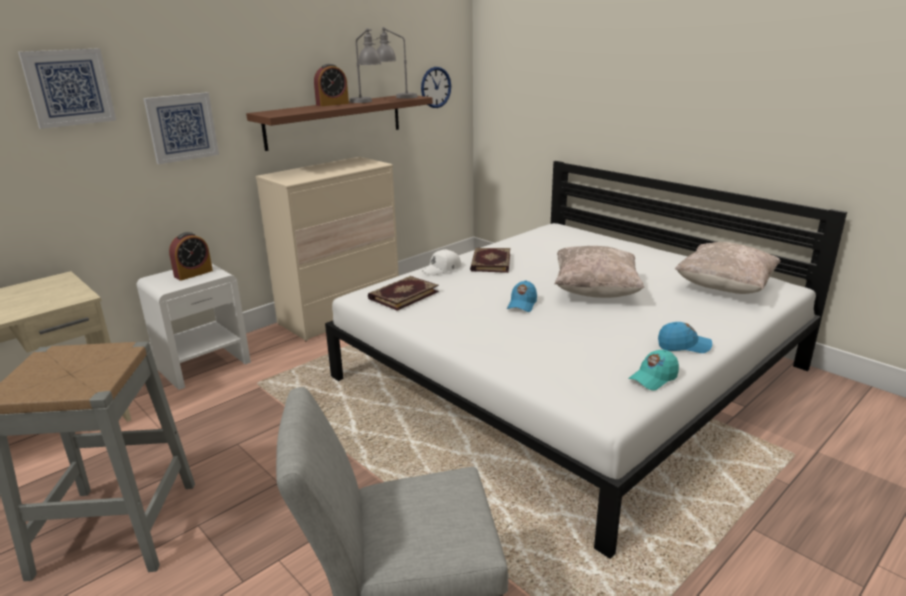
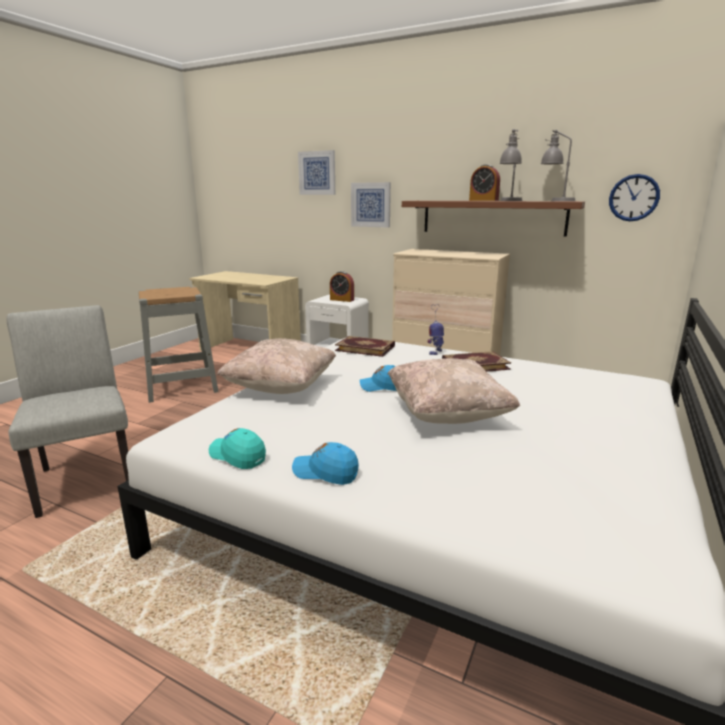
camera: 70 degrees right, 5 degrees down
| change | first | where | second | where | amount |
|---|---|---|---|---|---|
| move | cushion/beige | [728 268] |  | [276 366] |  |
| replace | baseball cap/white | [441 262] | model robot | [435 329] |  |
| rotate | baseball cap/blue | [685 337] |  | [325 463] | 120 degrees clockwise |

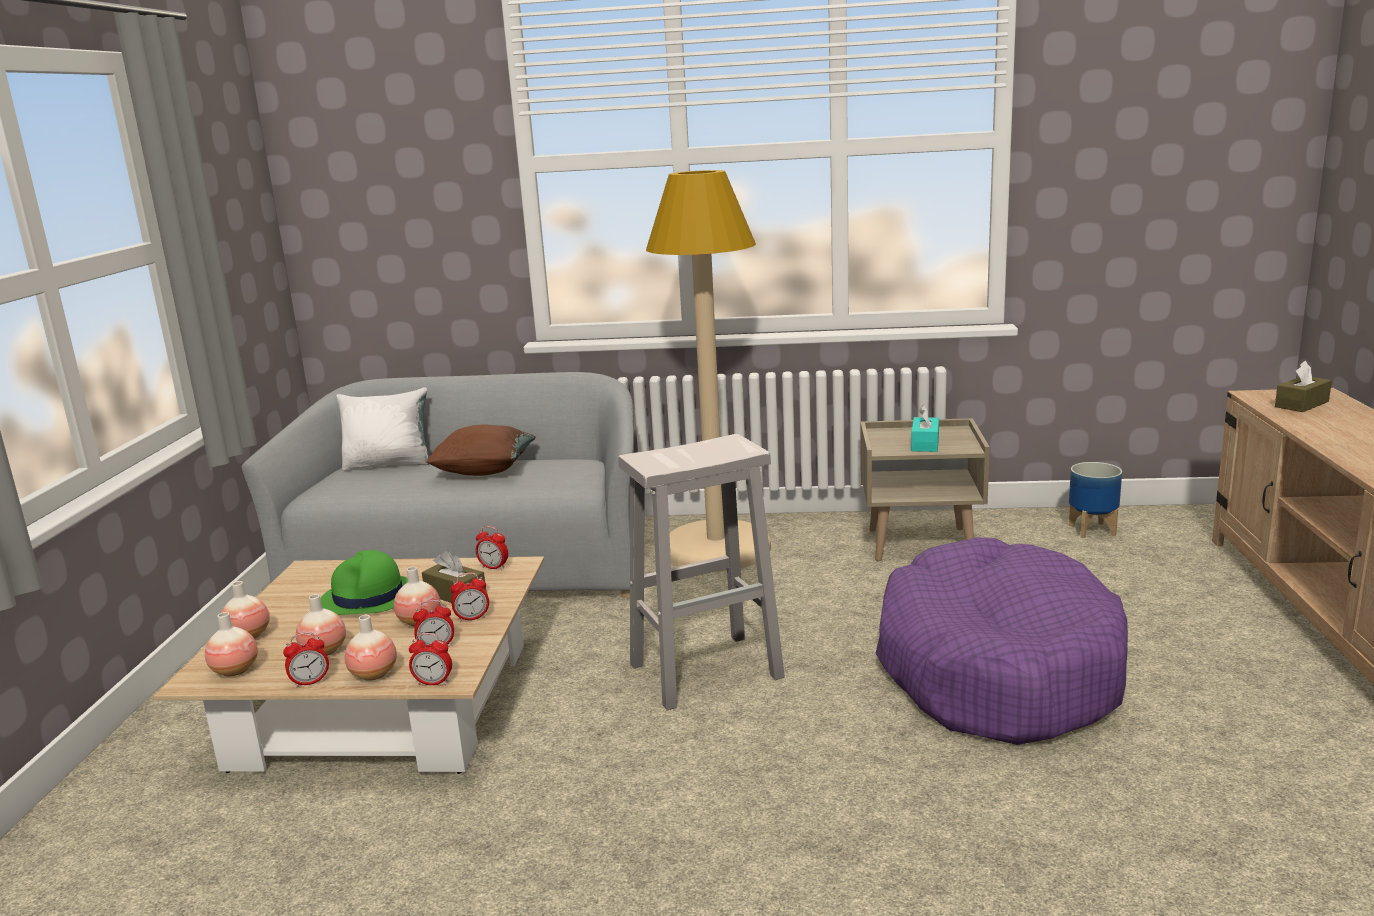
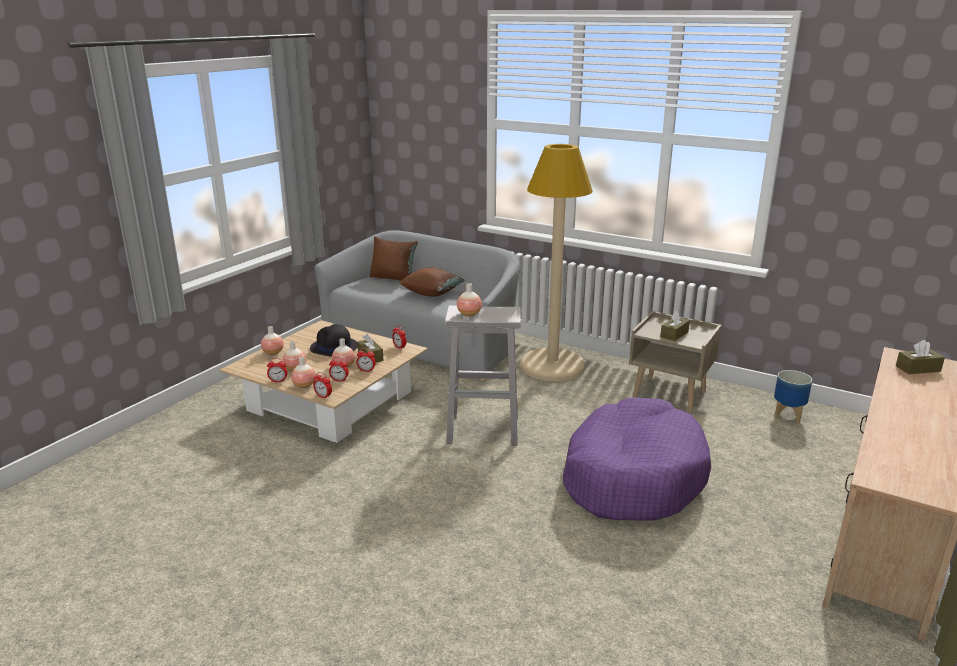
camera: 25 degrees right, 5 degrees up
| change | first | where | second | where | amount |
|---|---|---|---|---|---|
| move | vase | [231 644] |  | [469 299] |  |
| recolor | clothing hat/green | [364 582] | clothing hat/black | [334 340] |  |
| recolor | cushion/white | [382 428] | cushion/brown-coloured | [394 258] |  |
| recolor | box of tissues/blue-green | [925 428] | box of tissues/brown-coloured | [675 326] |  |

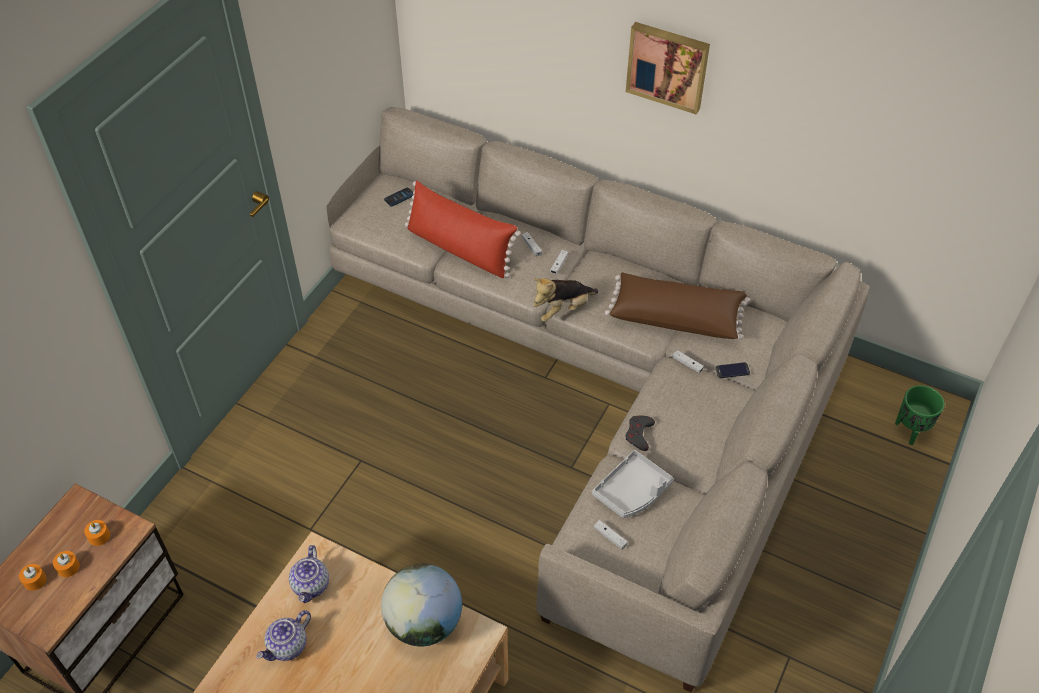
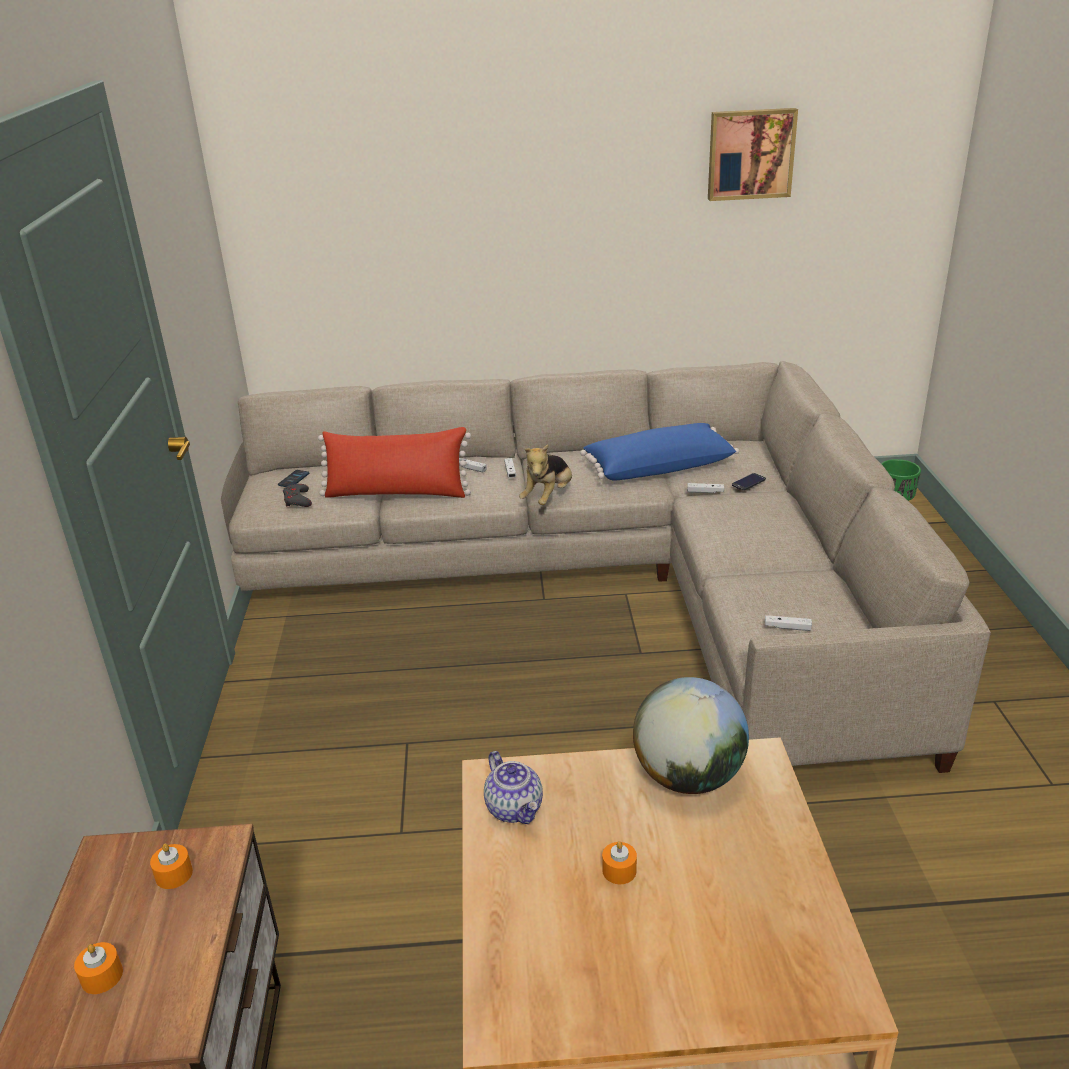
camera: 30 degrees left, 20 degrees down
| change | first | where | second | where | amount |
|---|---|---|---|---|---|
| delete | pot for tea | [283 635] |  |  |  |
| delete | tray/greyish | [633 484] |  |  |  |
| move | wax candle/orange-coloured | [66 564] |  | [619 862] |  |
| move | wall picture | [668 68] |  | [753 154] |  |
| move | joypad/greyish | [640 433] |  | [297 495] |  |
| recolor | cushion/brown-coloured | [678 306] | cushion/blue | [659 452] |  |

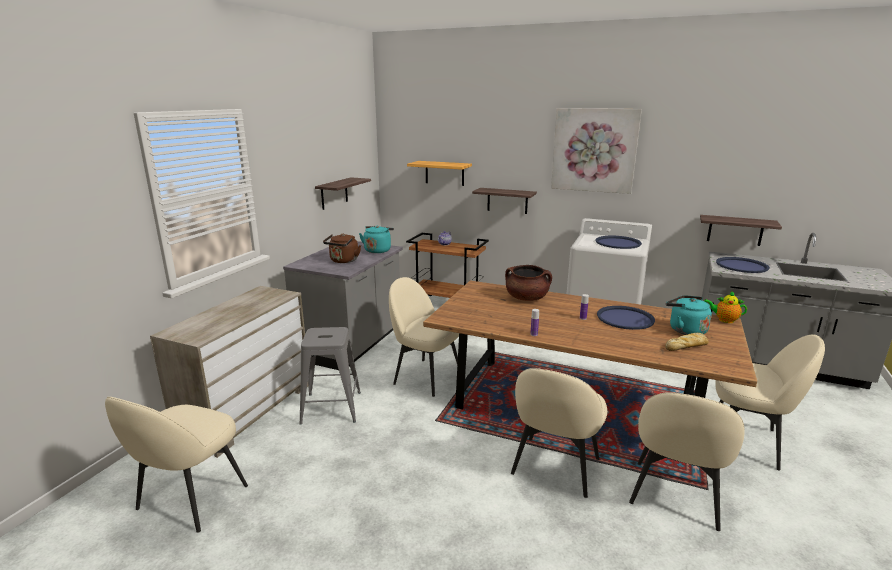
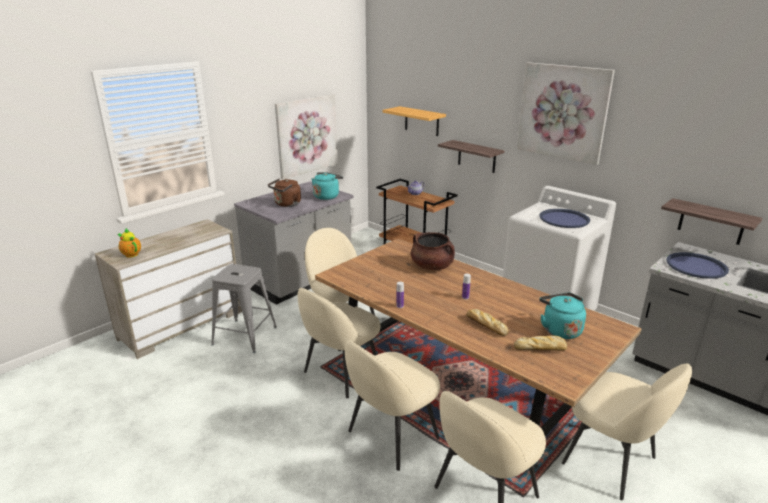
camera: 20 degrees right, 5 degrees up
| change | first | where | second | where | amount |
|---|---|---|---|---|---|
| delete | tray/blue | [626 318] |  |  |  |
| insert |  |  | bread | [487 322] |  |
| move | plain chair/beige | [176 465] |  | [339 343] |  |
| move | pot for tea | [725 307] |  | [129 243] |  |
| replace | shelf | [343 193] | wall picture | [306 136] |  |

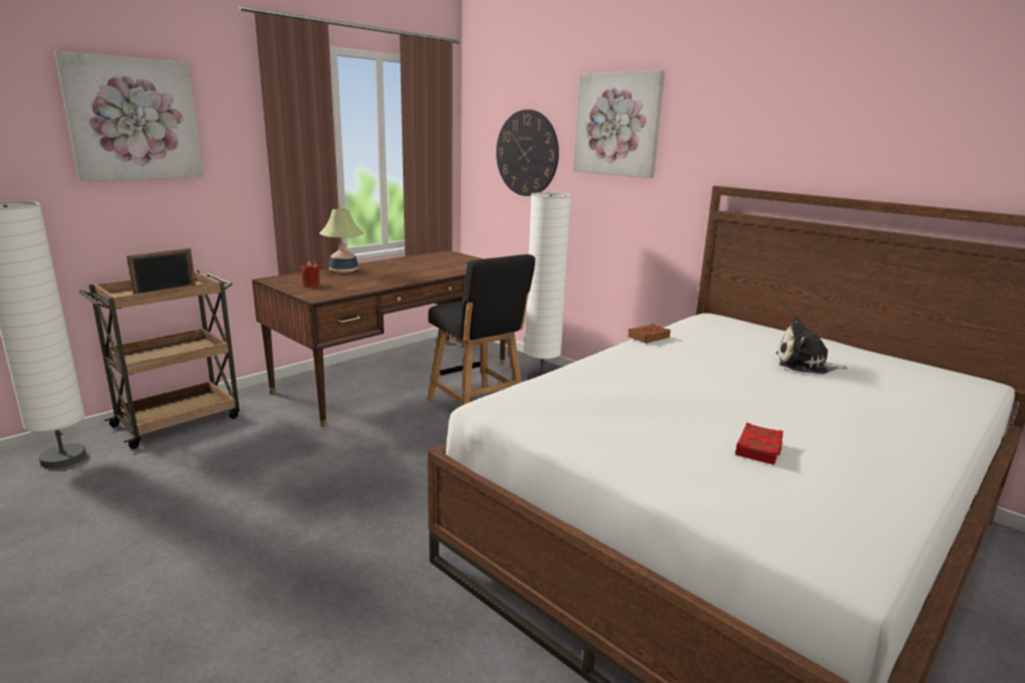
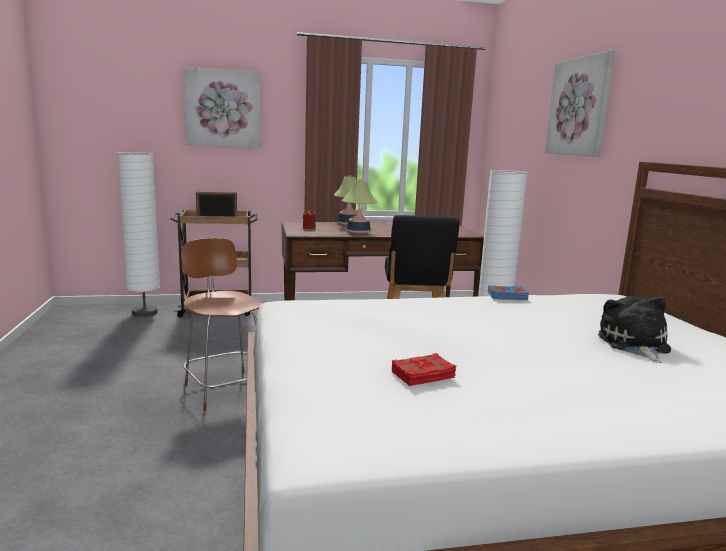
camera: 35 degrees right, 5 degrees down
| change | first | where | second | where | amount |
|---|---|---|---|---|---|
| delete | clock on the wall | [527 152] |  |  |  |
| insert |  |  | plain chair/brown-coloured | [222 324] |  |
| insert |  |  | table lamp | [359 206] |  |
| recolor | volume/brown-coloured | [649 333] | volume/blue | [508 292] |  |
| rotate | cuddly toy | [812 345] |  | [634 329] | 45 degrees clockwise |

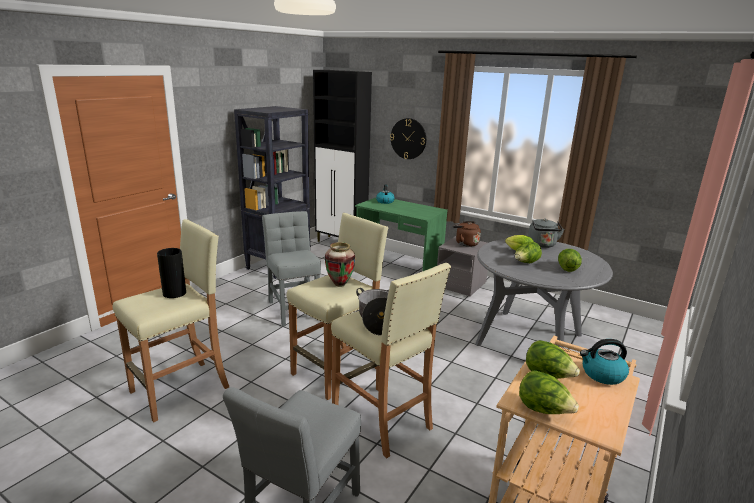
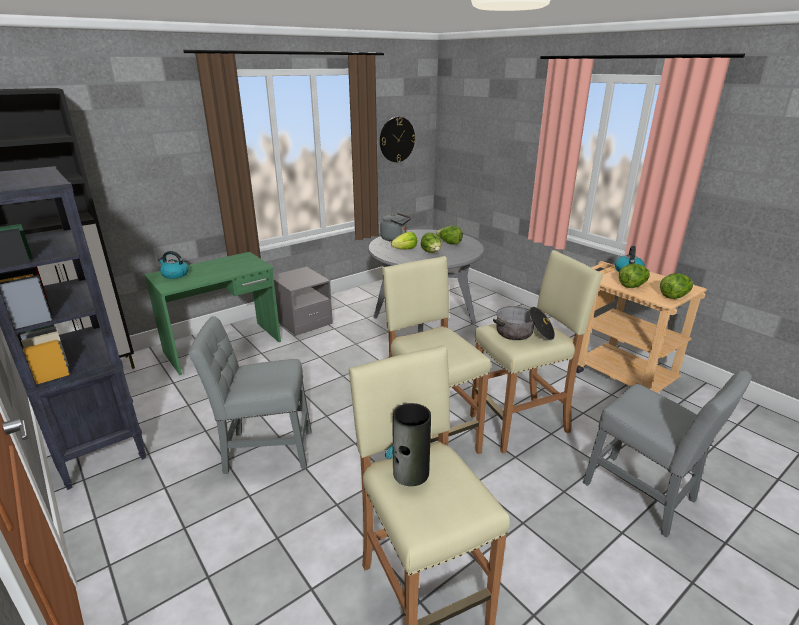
camera: 70 degrees left, 5 degrees up
| change | first | where | second | where | amount |
|---|---|---|---|---|---|
| delete | vase | [340 264] |  |  |  |
| delete | tea kettle/brown-coloured | [467 234] |  |  |  |
| move | clock on the wall | [408 138] |  | [398 139] |  |

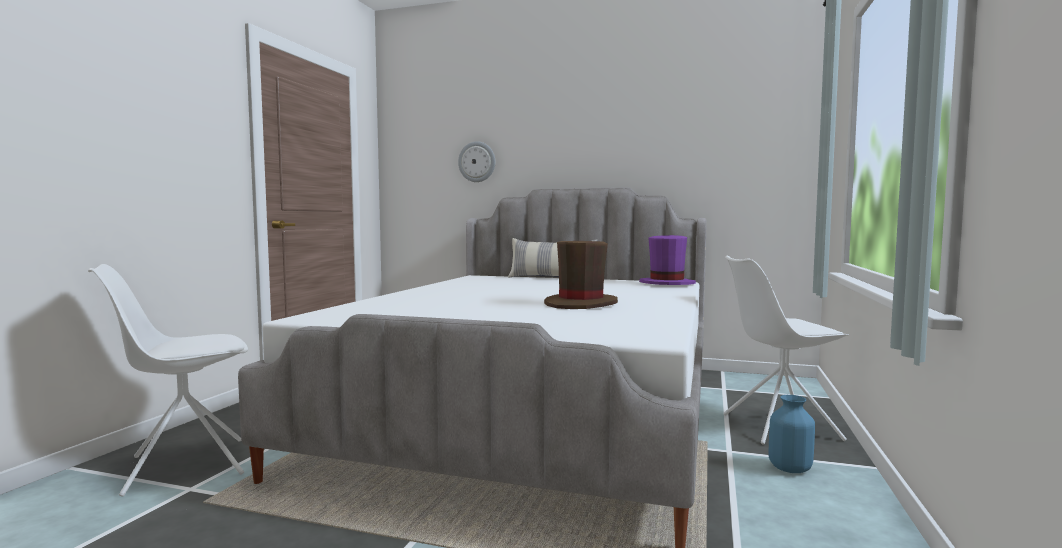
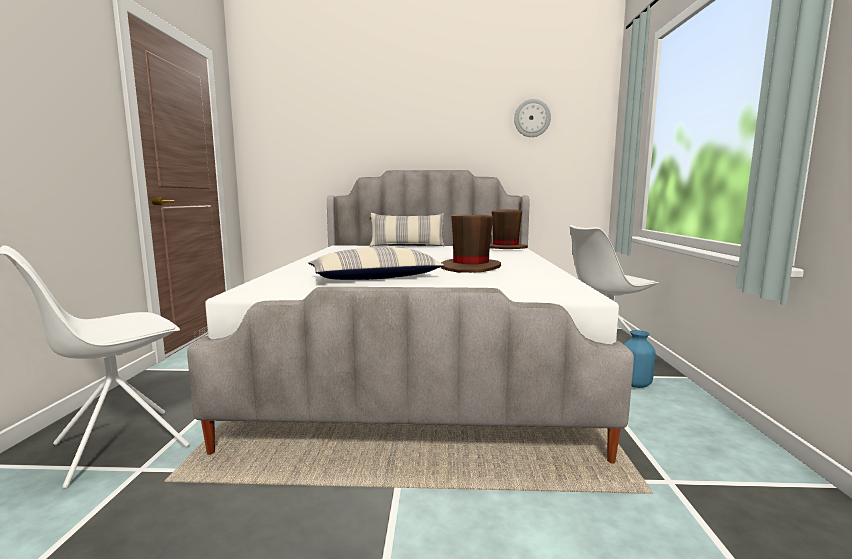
camera: 15 degrees left, 5 degrees up
| change | first | where | second | where | amount |
|---|---|---|---|---|---|
| insert |  |  | cushion | [376 263] |  |
| move | clock on the wall | [476 161] |  | [532 118] |  |
| recolor | clothing hat/purplish | [667 260] | clothing hat/brown-coloured | [509 229] |  |

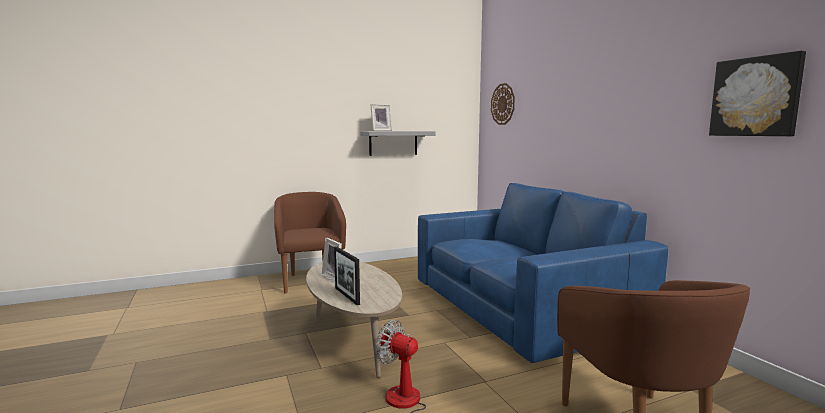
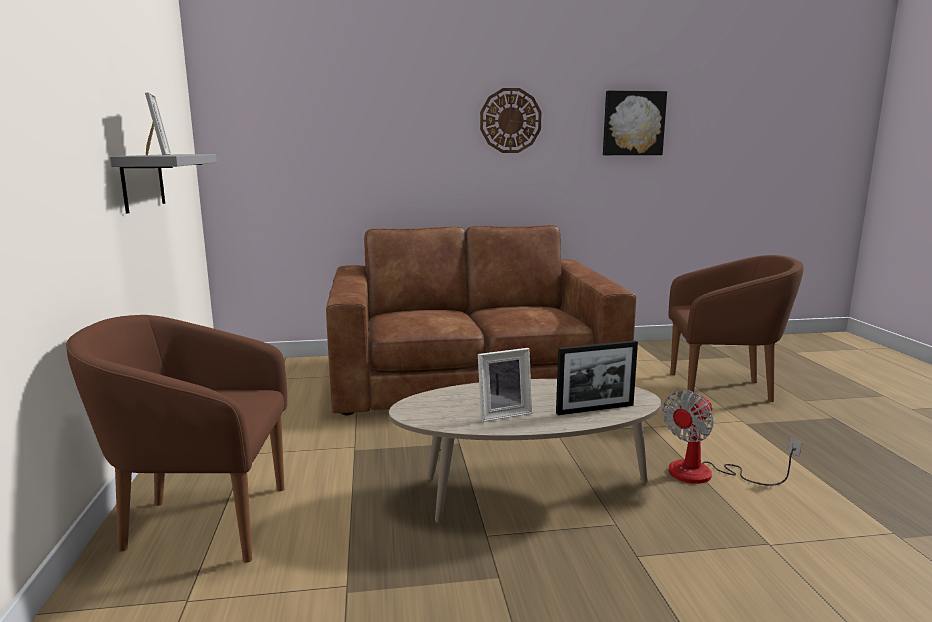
camera: 75 degrees left, 5 degrees up
| change | first | where | second | where | amount |
|---|---|---|---|---|---|
| move | clock on the wall | [503 104] |  | [511 120] |  |
| recolor | couch/blue | [543 273] | couch/brown-coloured | [481 320] |  |

